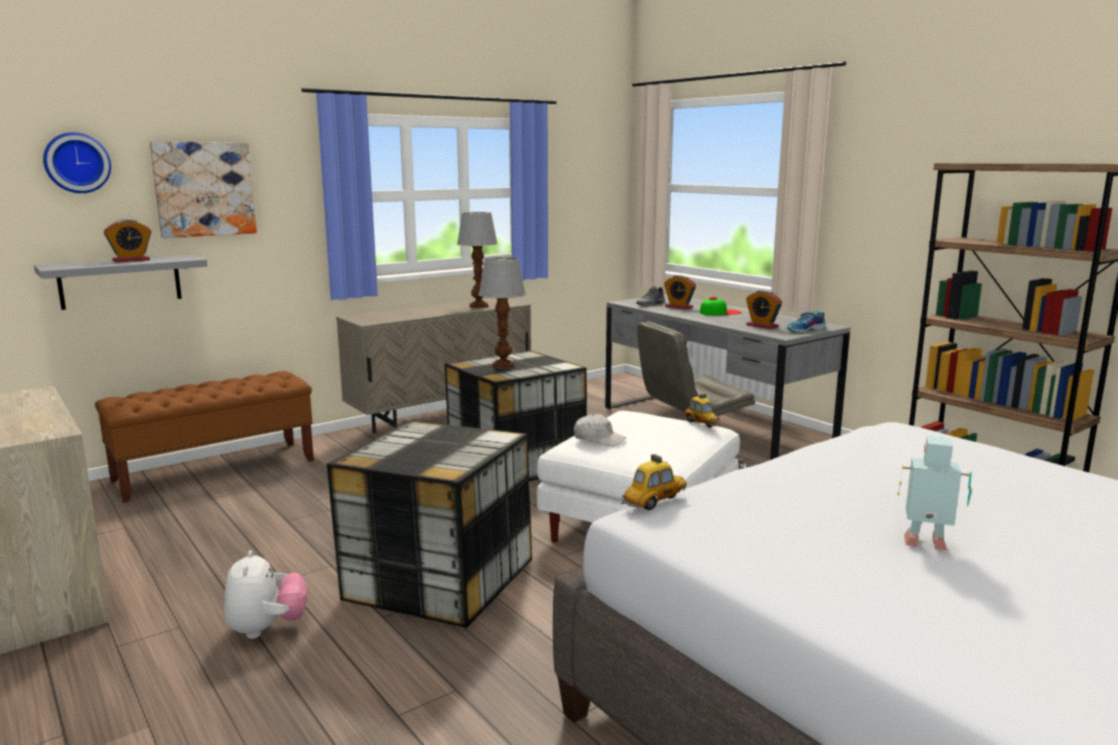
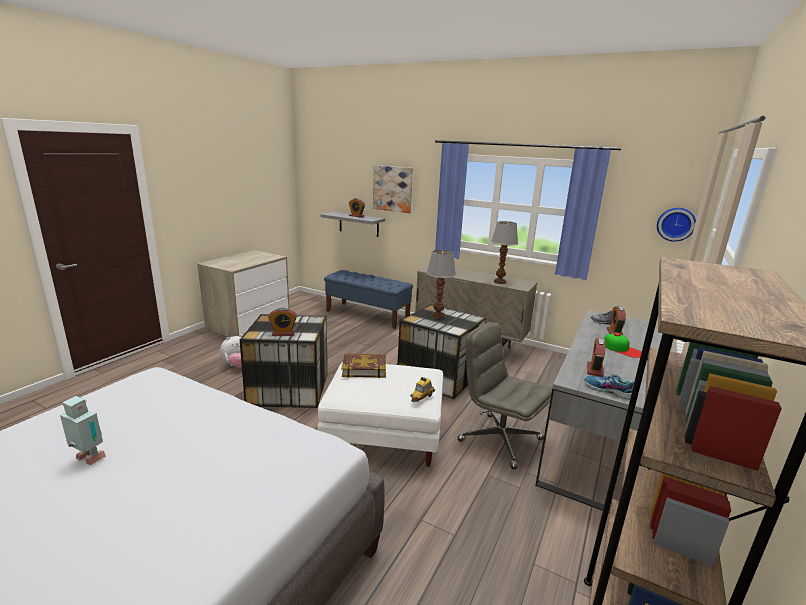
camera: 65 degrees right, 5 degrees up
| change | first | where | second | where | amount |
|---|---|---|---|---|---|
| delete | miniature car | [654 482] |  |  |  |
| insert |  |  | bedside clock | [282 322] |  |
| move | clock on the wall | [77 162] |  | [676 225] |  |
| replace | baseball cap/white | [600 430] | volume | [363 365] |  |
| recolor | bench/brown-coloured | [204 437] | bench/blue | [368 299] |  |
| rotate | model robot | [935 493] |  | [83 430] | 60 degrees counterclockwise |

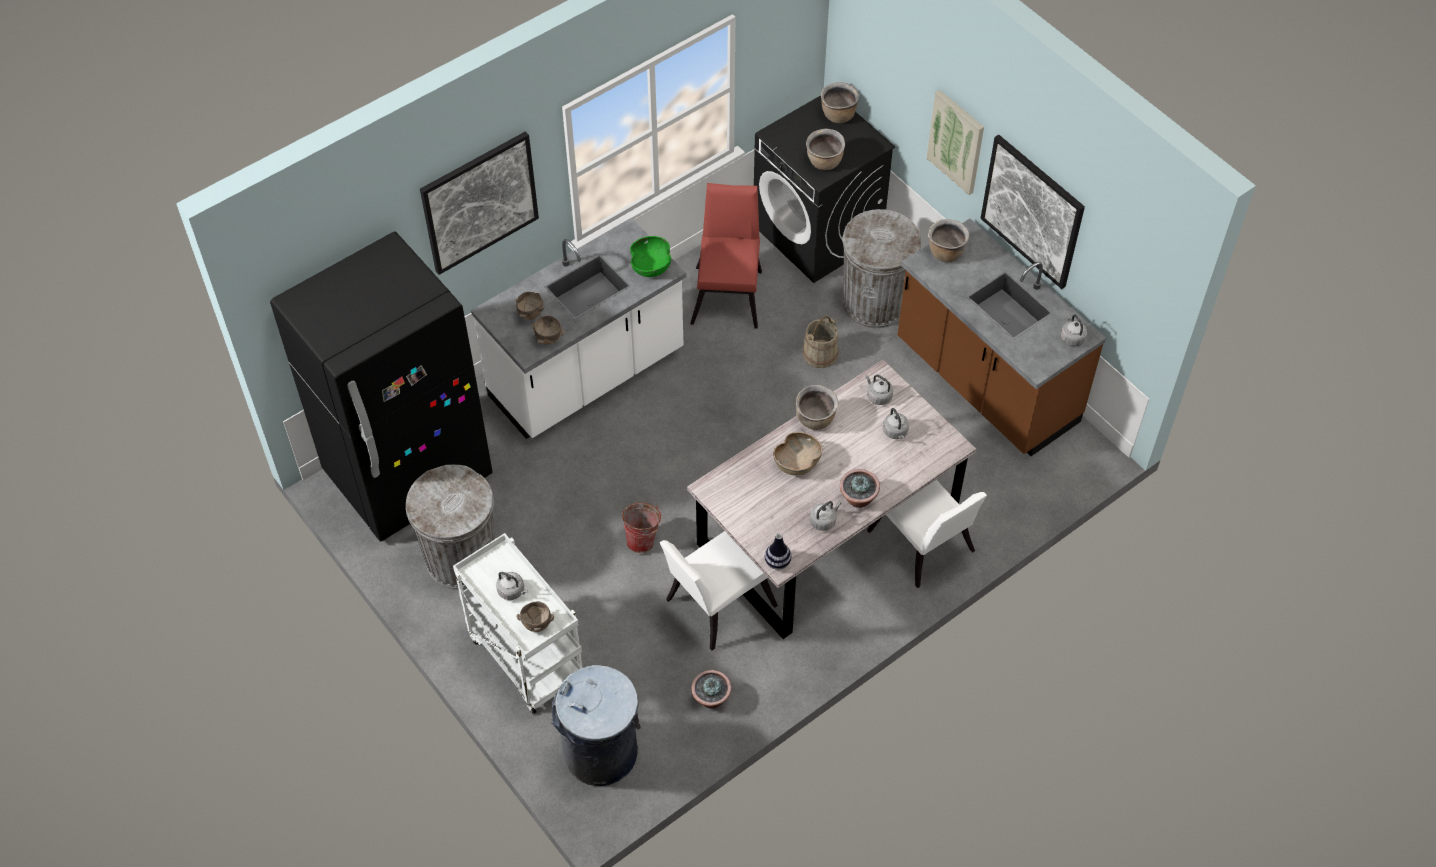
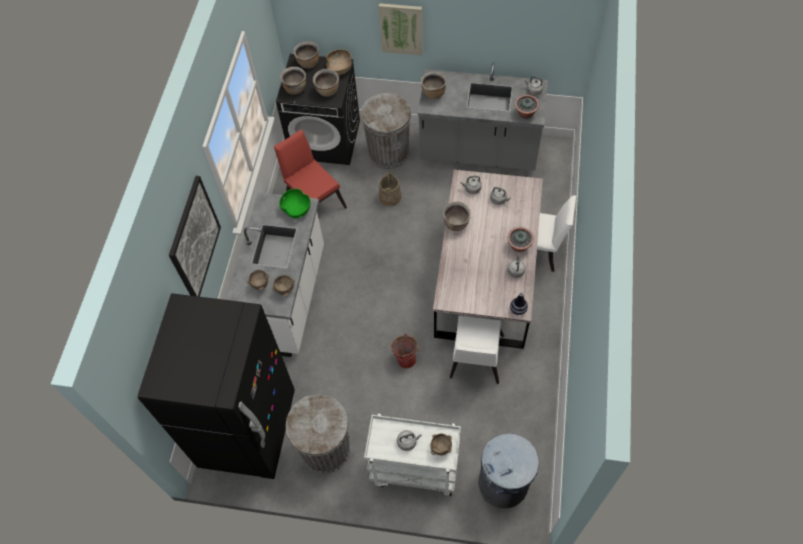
camera: 40 degrees left, 5 degrees up
| change | first | where | second | where | amount |
|---|---|---|---|---|---|
| delete | wall picture | [1033 212] |  |  |  |
| insert |  |  | saucepot/brown-coloured | [293 81] |  |
| move | potted plant | [711 689] |  | [527 107] |  |
| move | bowl/brown-coloured | [797 454] |  | [339 62] |  |
| recolor | counter/brown-coloured | [1002 337] | counter/greyish | [483 117] |  |

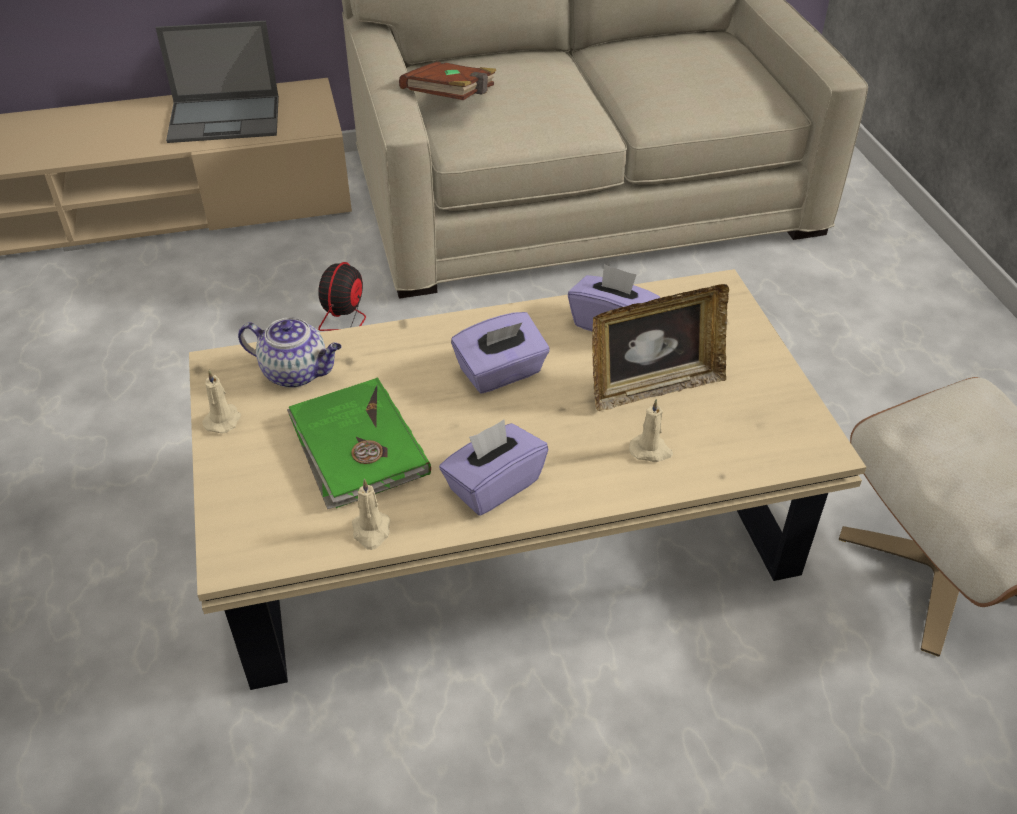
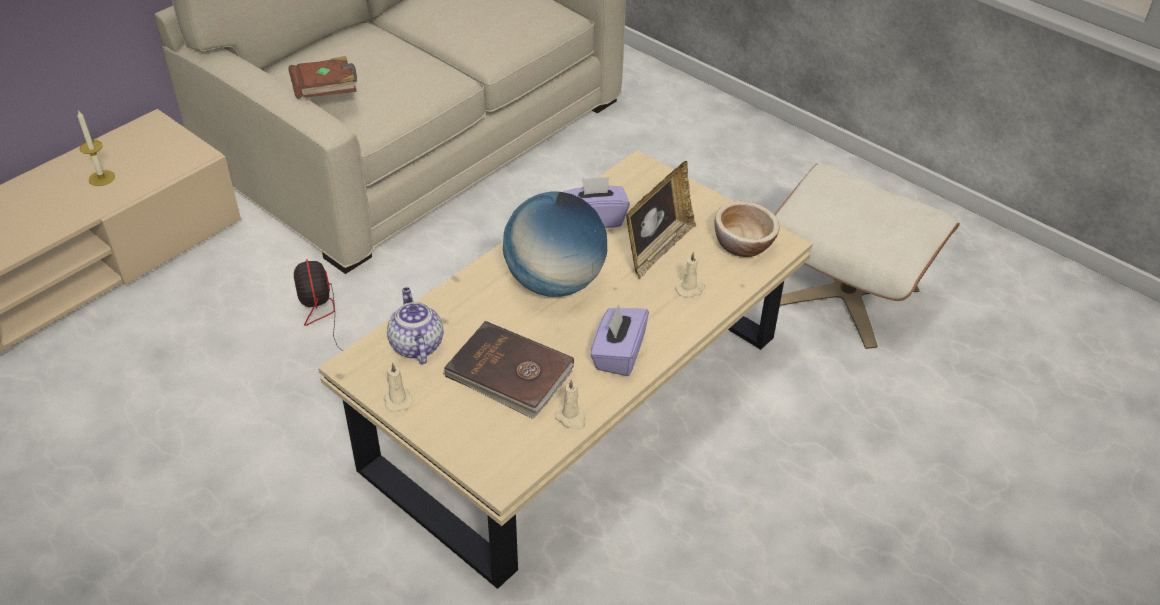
camera: 35 degrees left, 0 degrees up
| change | first | where | second | where | amount |
|---|---|---|---|---|---|
| insert |  |  | bowl | [747 229] |  |
| replace | notebook computer | [217 82] | wax candle | [96 148] |  |
| replace | box of tissues/purplish | [500 353] | desk globe | [555 244] |  |
| recolor | volume/green | [359 443] | volume/brown-coloured | [508 370] |  |
| rotate | pot for tea | [290 353] |  | [415 325] | 90 degrees counterclockwise |

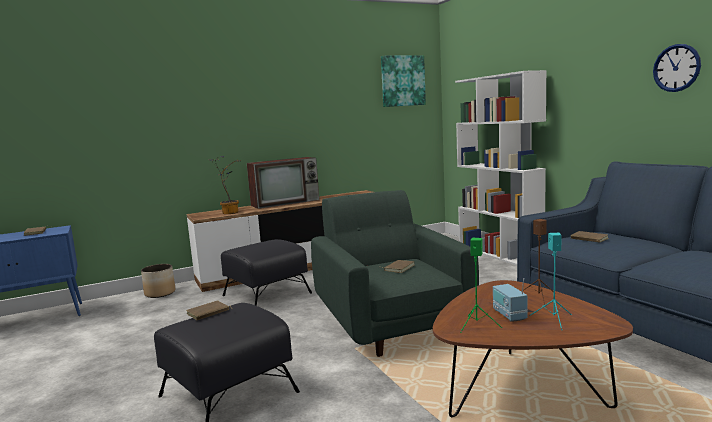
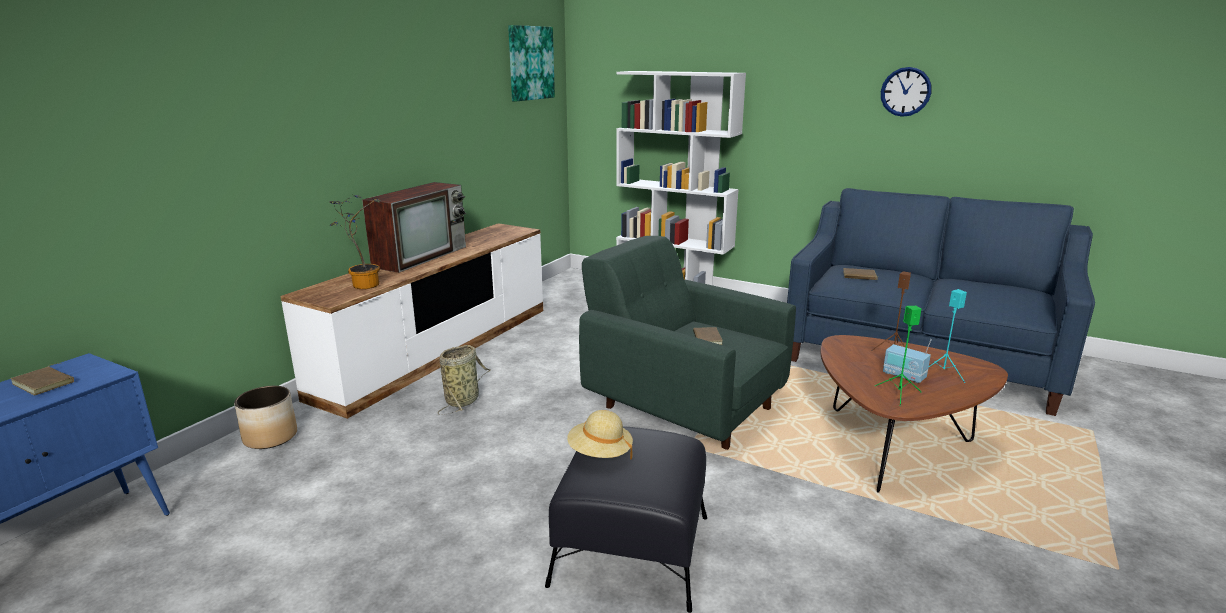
camera: 35 degrees left, 10 degrees up
| change | first | where | second | where | amount |
|---|---|---|---|---|---|
| replace | volume/brown-coloured | [209 310] | clothing hat/beige | [600 435] |  |
| replace | ottoman/black | [266 272] | basket | [464 380] |  |

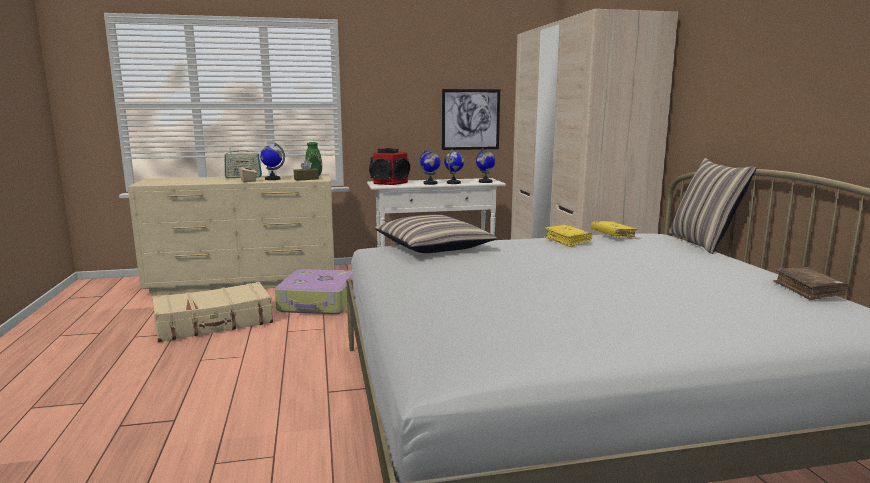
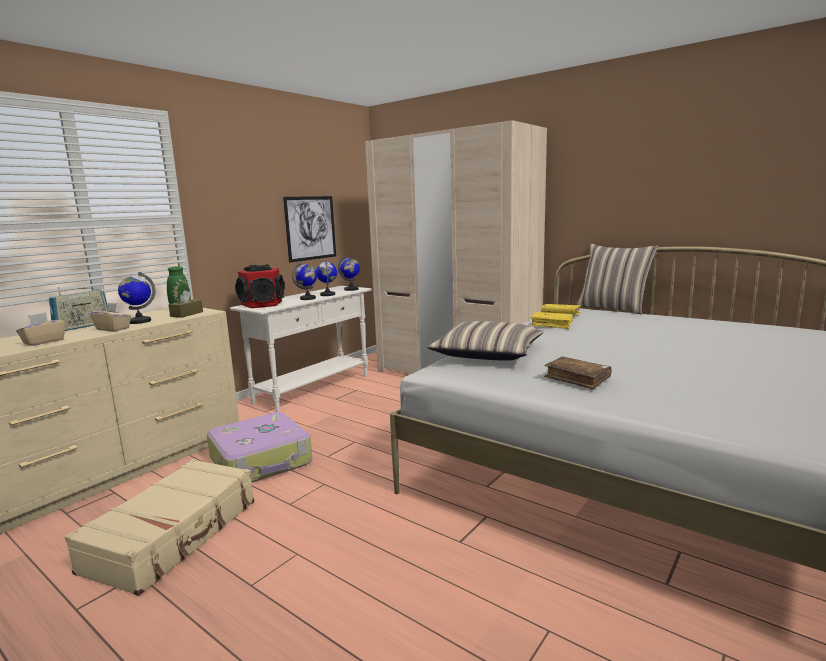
camera: 40 degrees left, 0 degrees up
| change | first | where | second | where | amount |
|---|---|---|---|---|---|
| insert |  |  | box of tissues/beige | [40 329] |  |
| move | volume/brown-coloured | [811 283] |  | [577 373] |  |

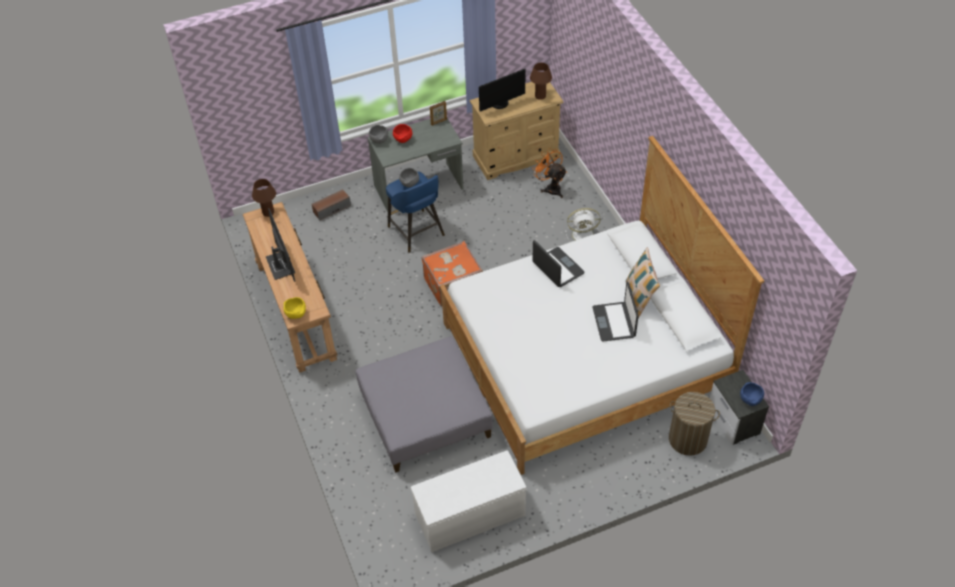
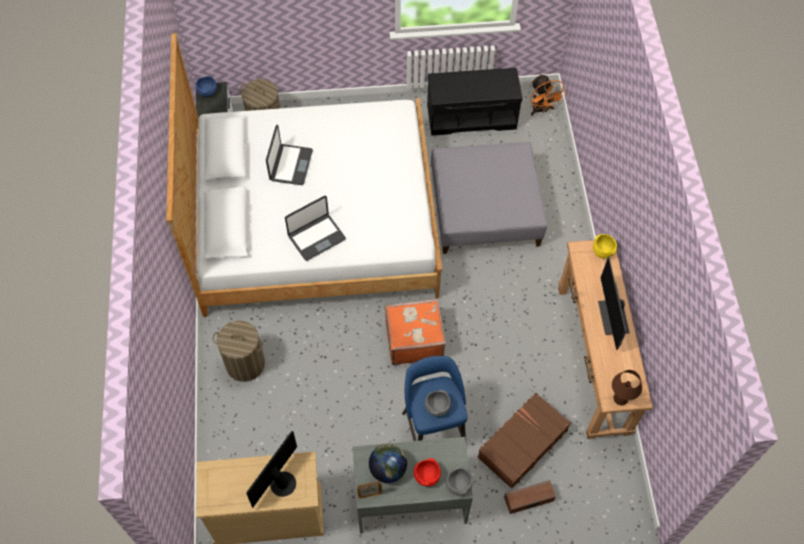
camera: 165 degrees left, 10 degrees up
| change | first | where | second | where | amount |
|---|---|---|---|---|---|
| delete | table lamp/brown-coloured | [541 81] |  |  |  |
| delete | cushion | [643 282] |  |  |  |
| insert |  |  | desk globe | [388 463] |  |
| insert |  |  | piece of luggage/brown-coloured | [524 441] |  |
| move | cooling fan/orange-coloured | [549 173] |  | [548 94] |  |
| replace | cooling fan/white | [583 224] | washing basket | [239 351] |  |
| recolor | bench/white | [469 501] | bench/black | [475 102] |  |
| rotate | computer display | [502 90] |  | [271 469] | 45 degrees counterclockwise |
| rotate | notebook computer | [559 263] |  | [315 228] | 105 degrees counterclockwise |

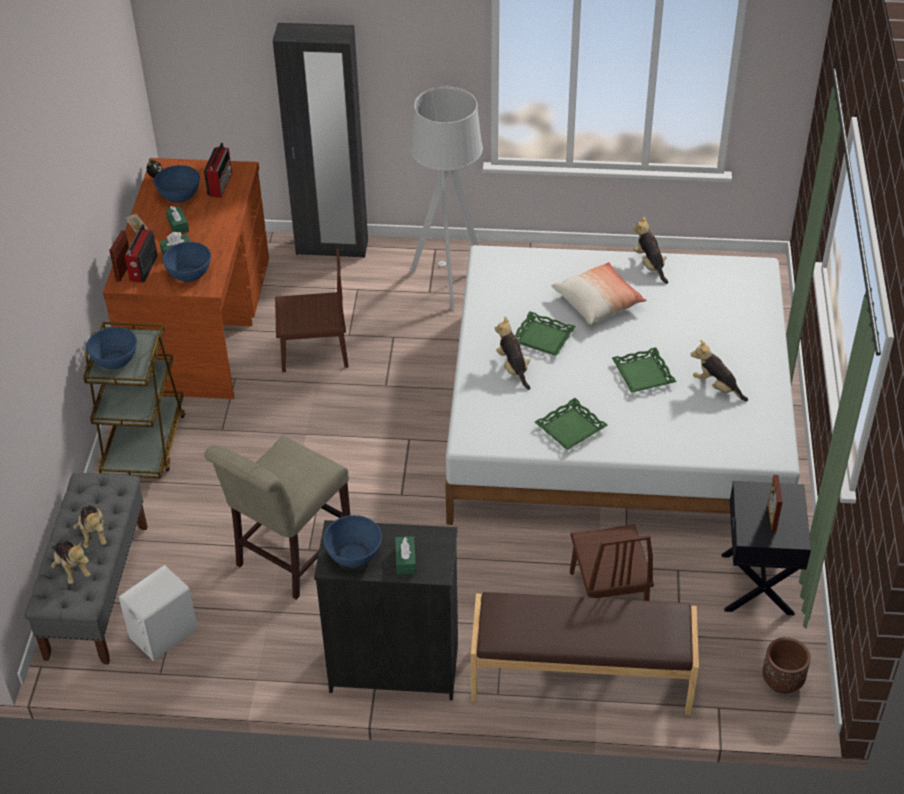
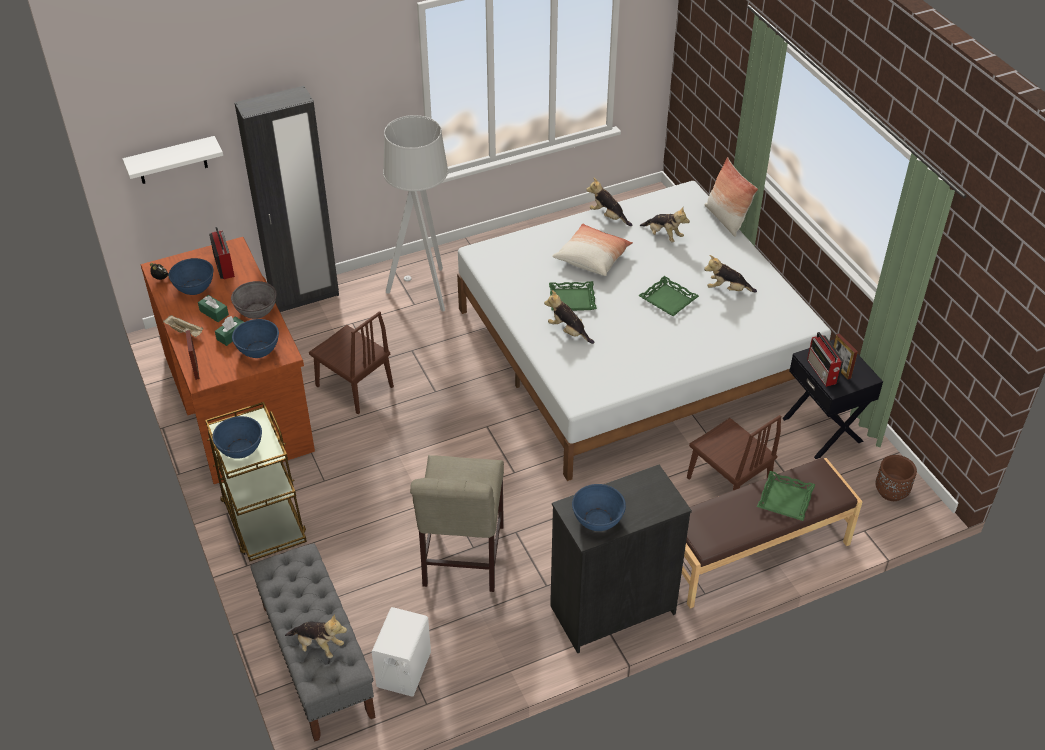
camera: 30 degrees left, 0 degrees up
| change | first | where | second | where | amount |
|---|---|---|---|---|---|
| delete | box of tissues/green | [405 555] |  |  |  |
| insert |  |  | shelf/white | [172 160] |  |
| insert |  |  | bowl/greyish | [254 300] |  |
| insert |  |  | cushion | [731 197] |  |
| move | cuddly toy | [90 526] |  | [665 224] |  |
| move | radio | [141 253] |  | [825 359] |  |
| move | tray/green | [571 424] |  | [786 496] |  |
| rotate | plain chair/brown-coloured | [311 310] |  | [351 362] | 75 degrees clockwise |

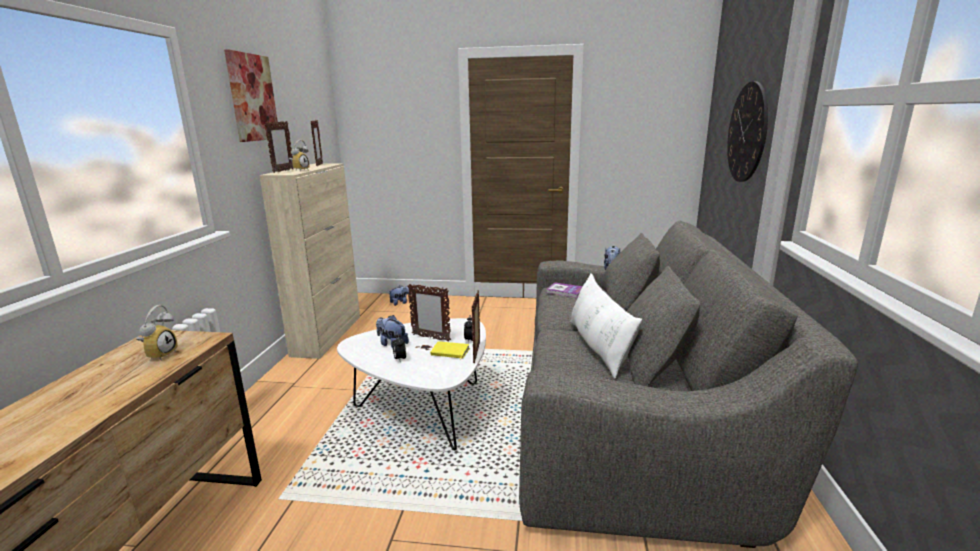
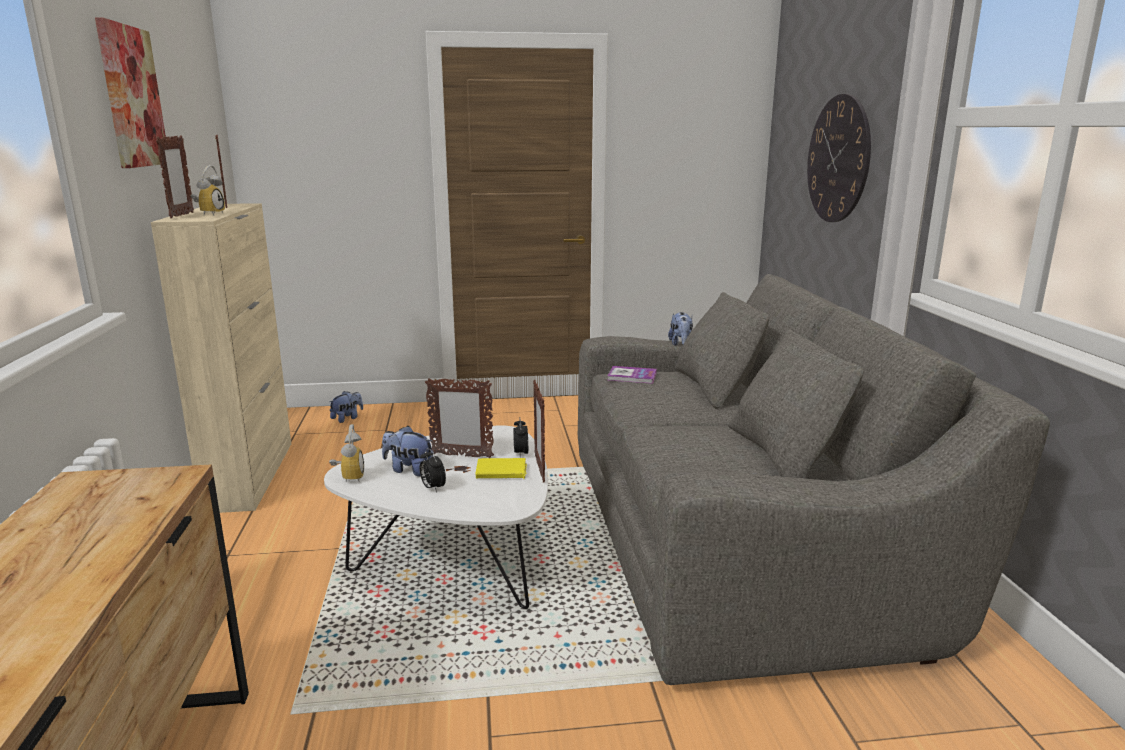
camera: 15 degrees left, 0 degrees up
| change | first | where | second | where | amount |
|---|---|---|---|---|---|
| delete | cushion/white | [606 326] |  |  |  |
| move | bedside clock | [157 333] |  | [346 452] |  |

